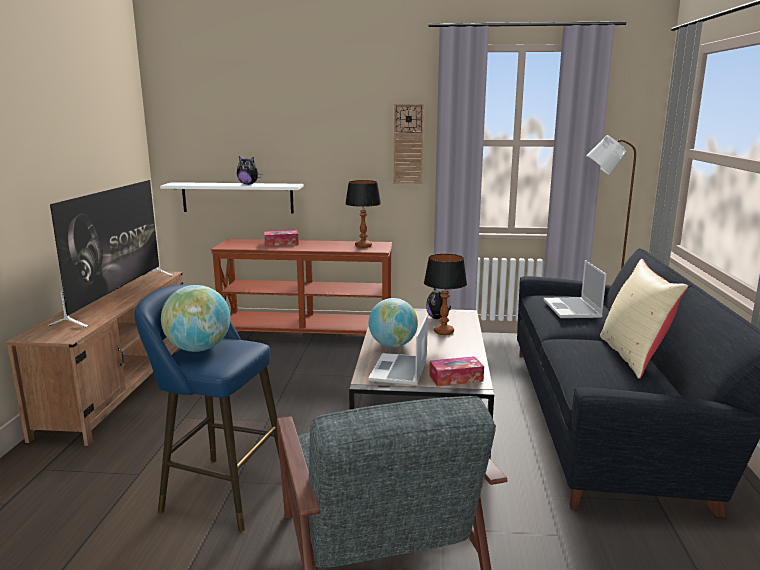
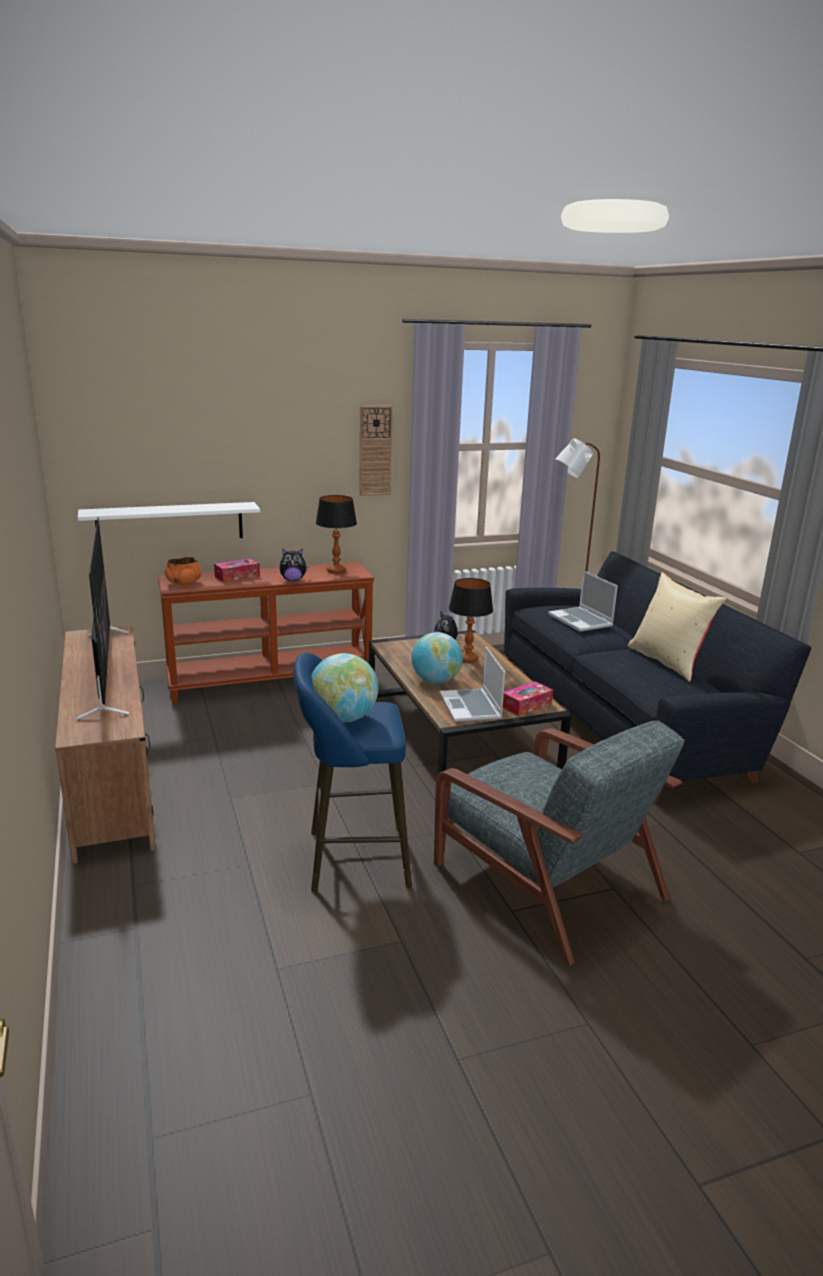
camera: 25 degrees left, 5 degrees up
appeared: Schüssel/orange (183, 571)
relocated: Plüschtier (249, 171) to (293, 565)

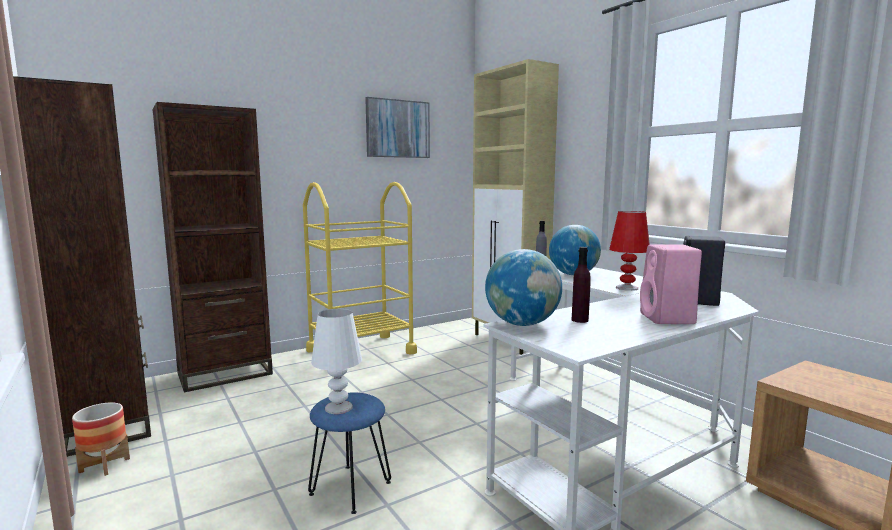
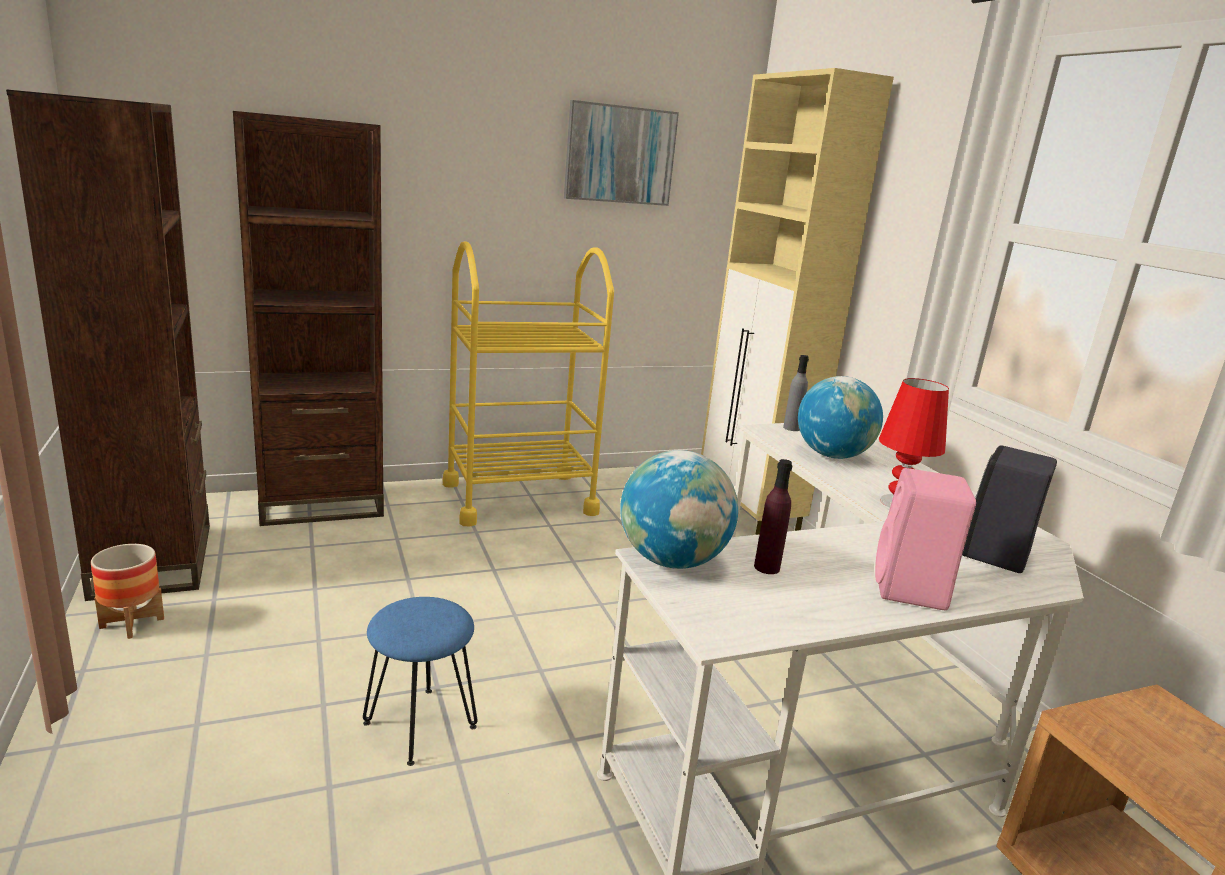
camera: 10 degrees right, 10 degrees up
missing: Tischlampe/weiß (336, 361)

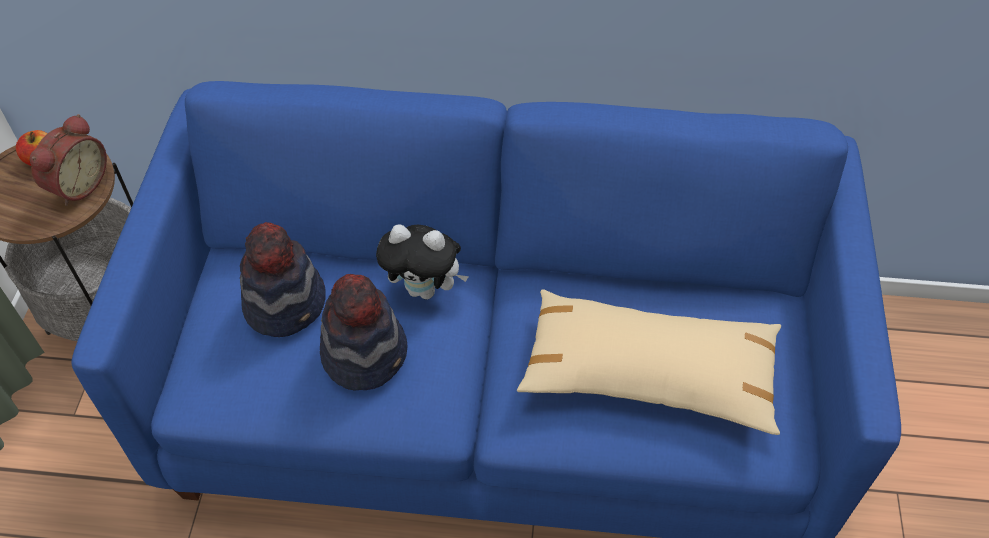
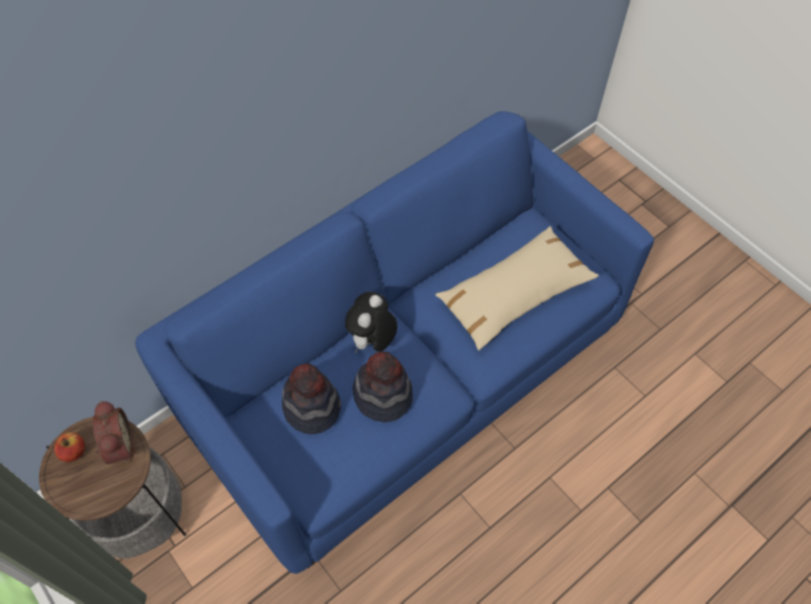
camera: 45 degrees left, 5 degrees up
spun: Plüschtier (422, 262) = (371, 322) 150 degrees clockwise

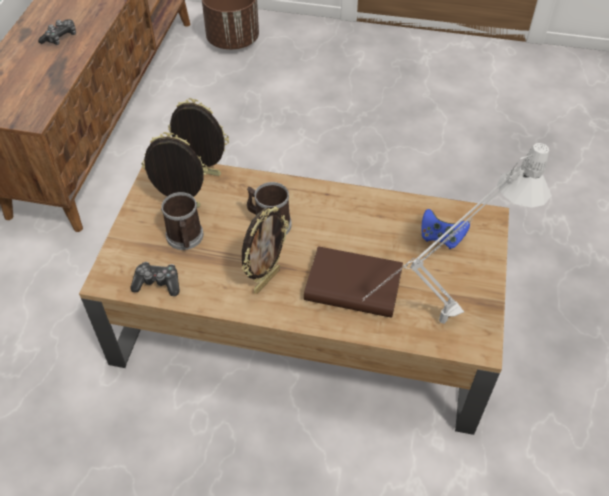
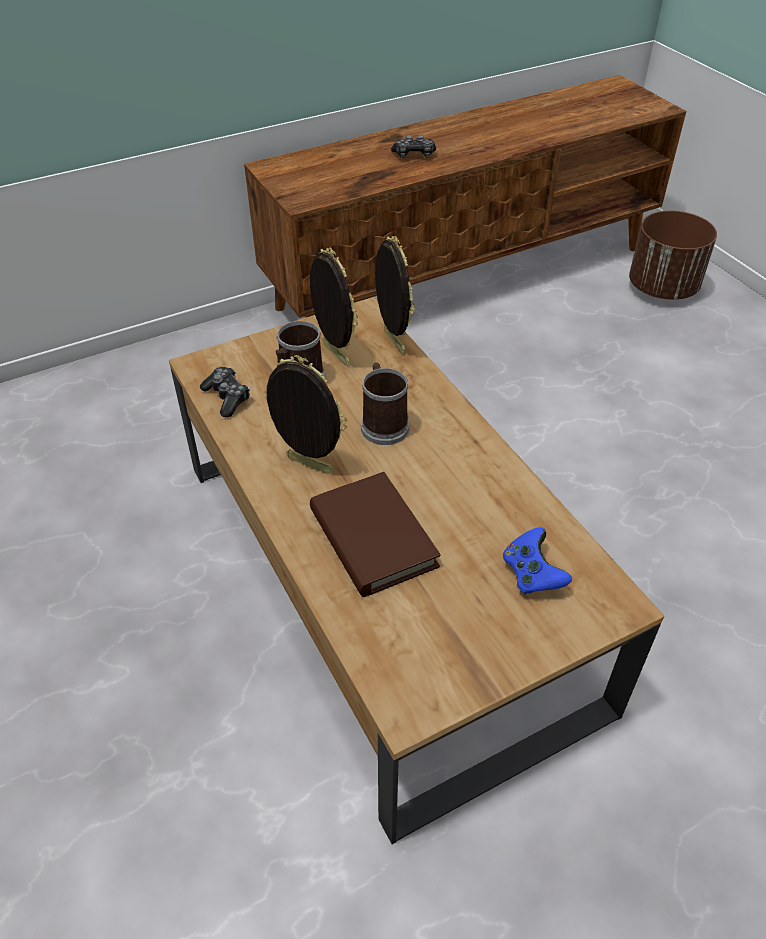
camera: 50 degrees right, 5 degrees down
missing: Tischlampe/grau (457, 233)
spun: Bilderrahmen (265, 250) = (305, 414) 150 degrees counterclockwise

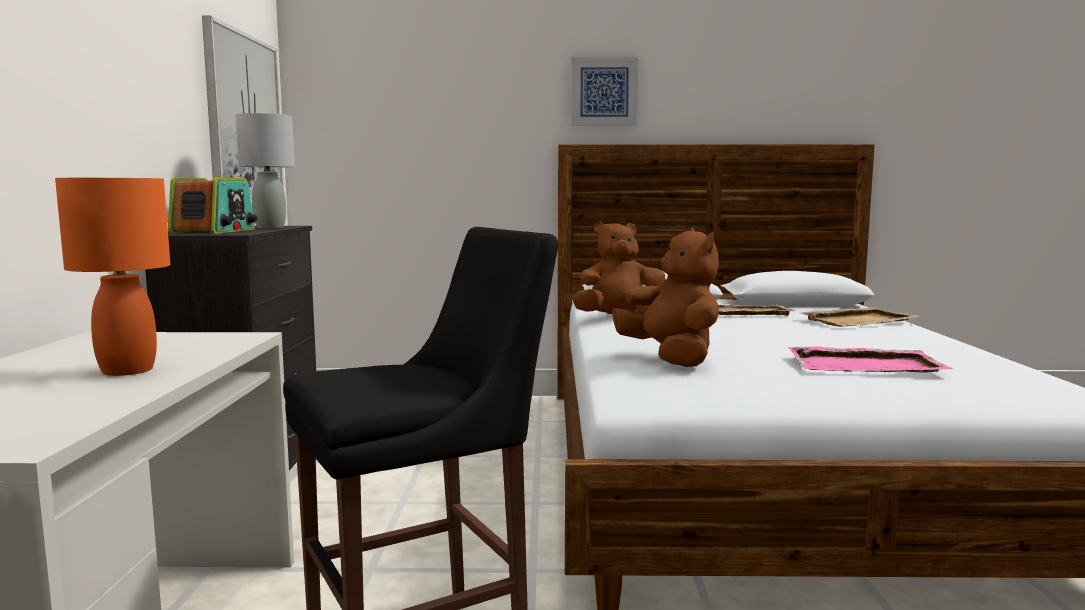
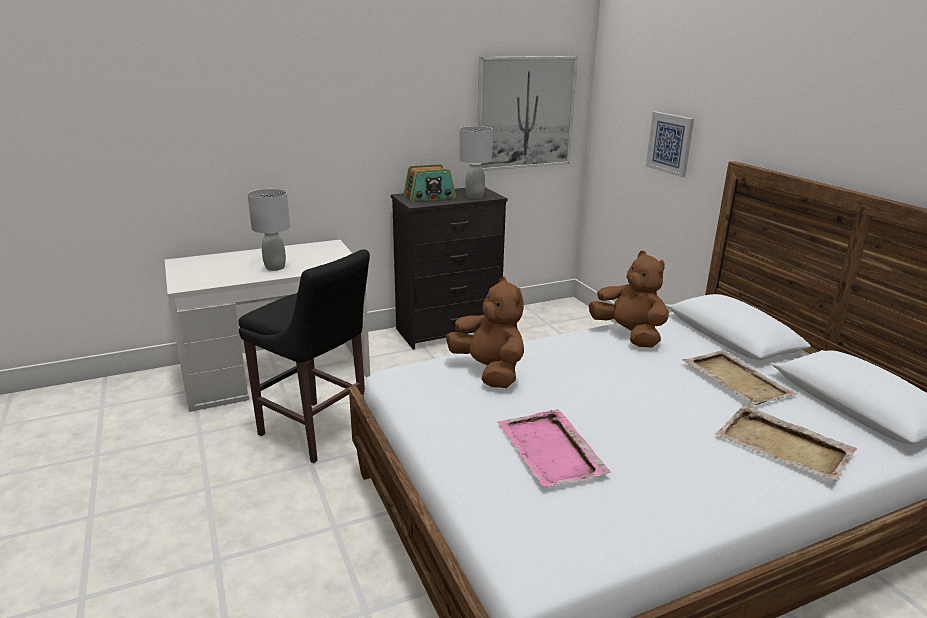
camera: 65 degrees right, 15 degrees up
relocated: Bild (604, 91) to (670, 144)
colour: Tischlampe/orange (112, 277) to Tischlampe/grau (269, 230)
spun: Plüschtier/braun (665, 297) = (485, 332) 75 degrees counterclockwise

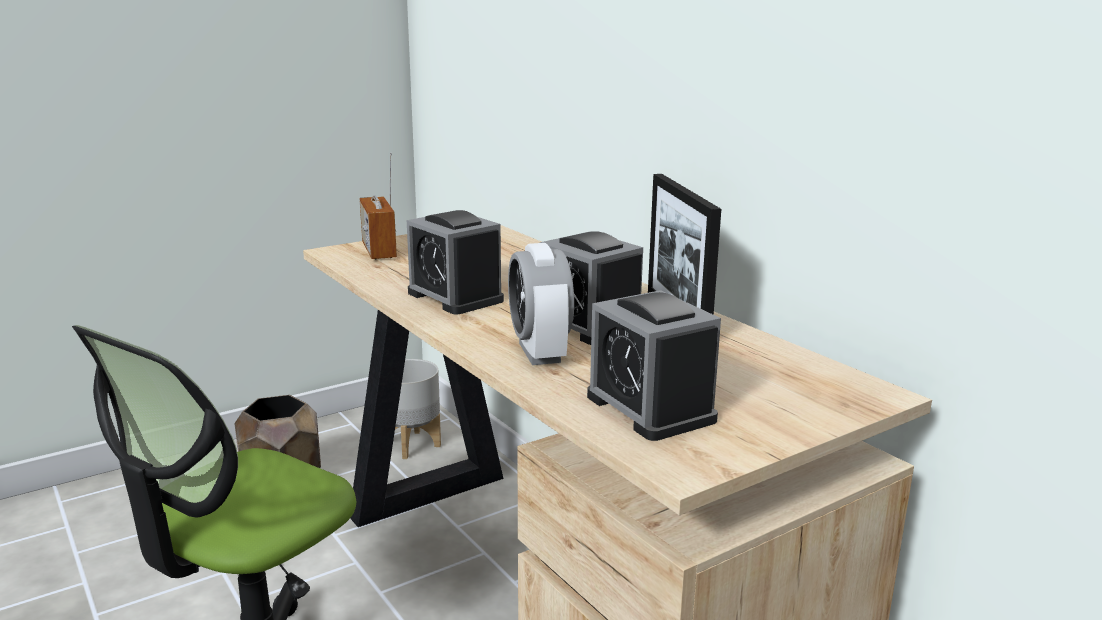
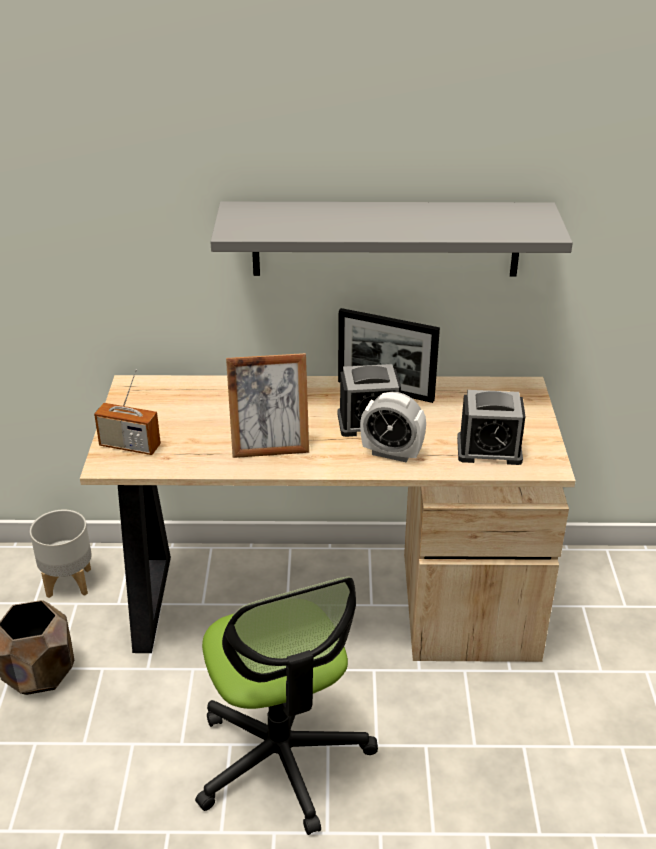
camera: 55 degrees left, 15 degrees up
appeared: Wandregal/grau (391, 239)
exchanged: Wecker (455, 262) to Bilderrahmen (267, 405)

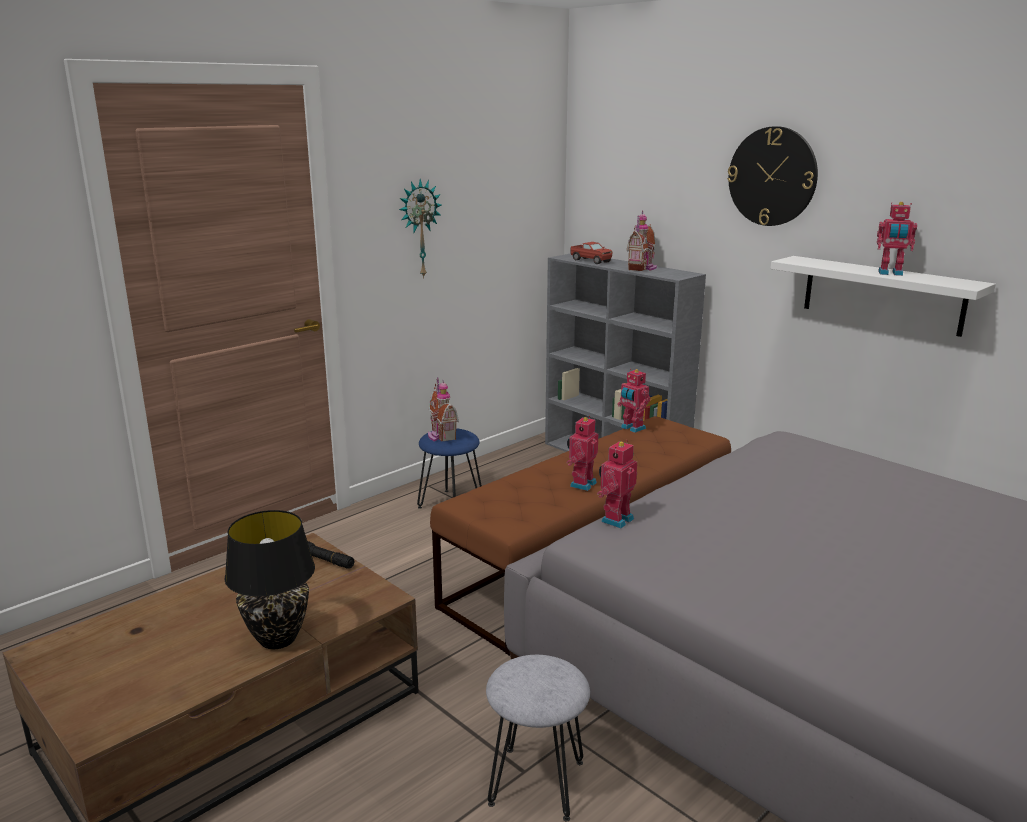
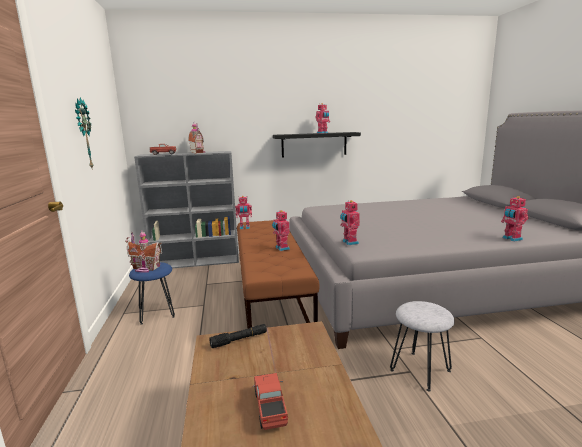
camera: 55 degrees left, 5 degrees down
missing: Wanduhr (772, 176); Tischlampe/schwarz (270, 579)
appeared: Spielzeugroboter (515, 219); Spielzeuglaster (270, 401)
colour: Wandregal/weiß (883, 296) to Wandregal/schwarz (317, 144)

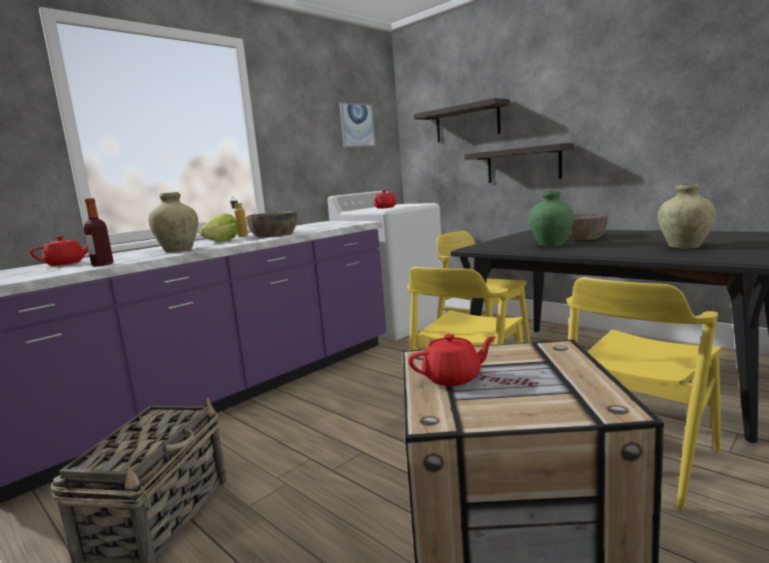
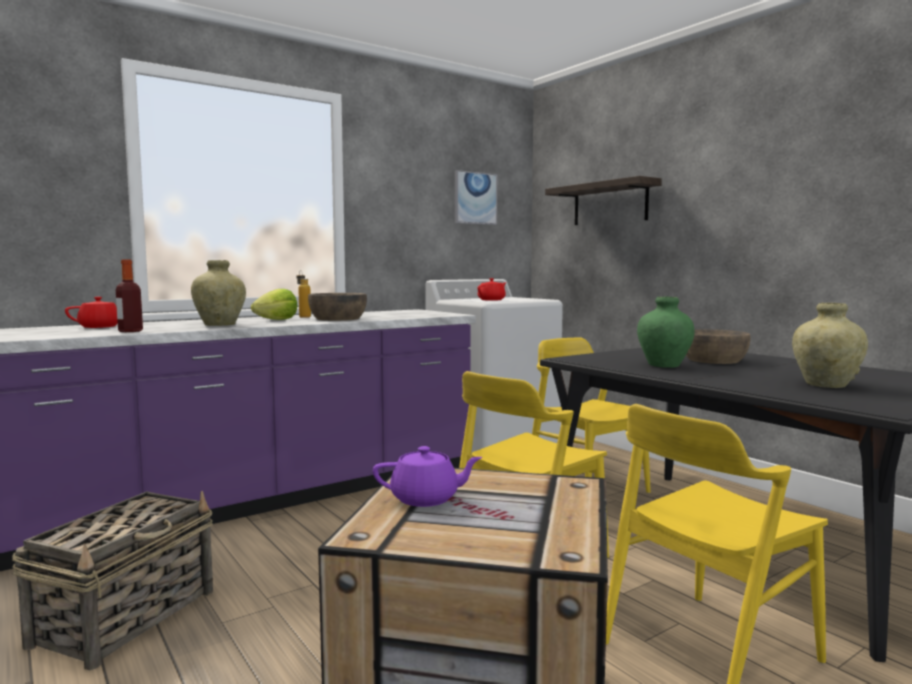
camera: 10 degrees right, 5 degrees down
missing: Wandregal (519, 163)
colour: Teekanne/rot (452, 360) to Teekanne/lila (427, 476)

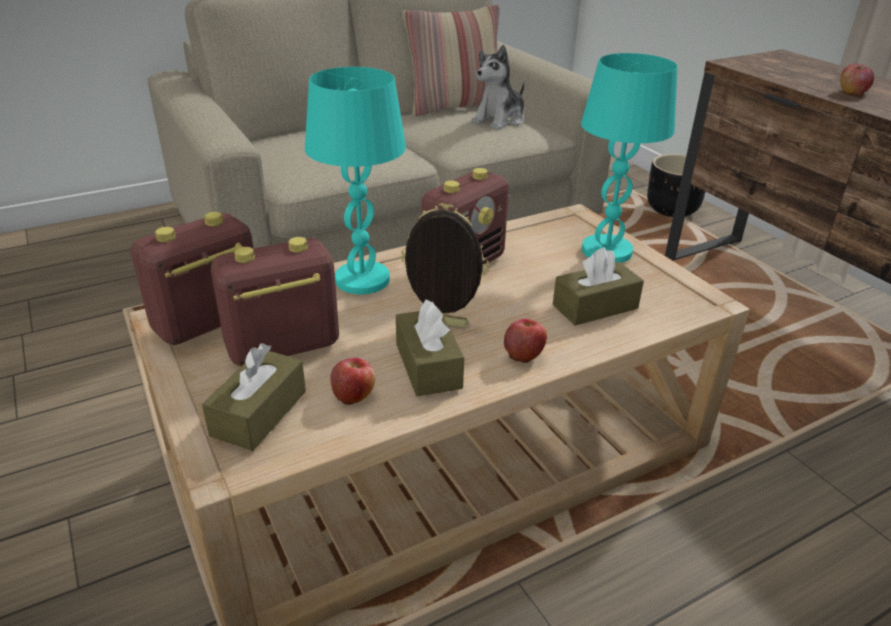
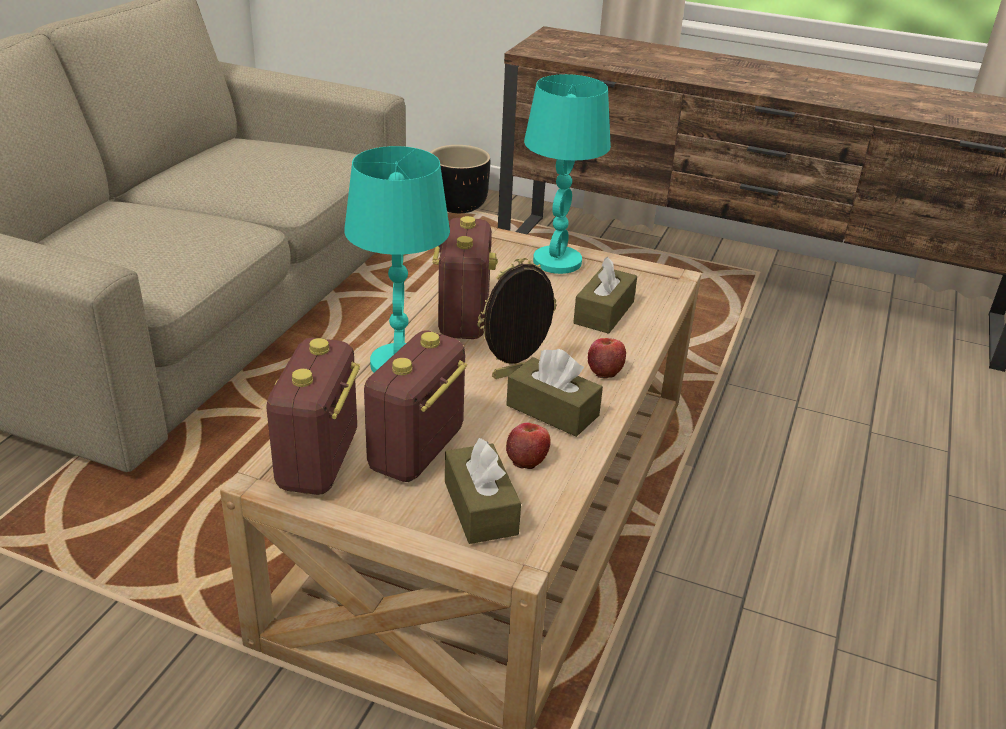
camera: 40 degrees left, 0 degrees up
missing: Kissen (450, 60); Plüschtier (498, 87); Apfel (857, 79)

